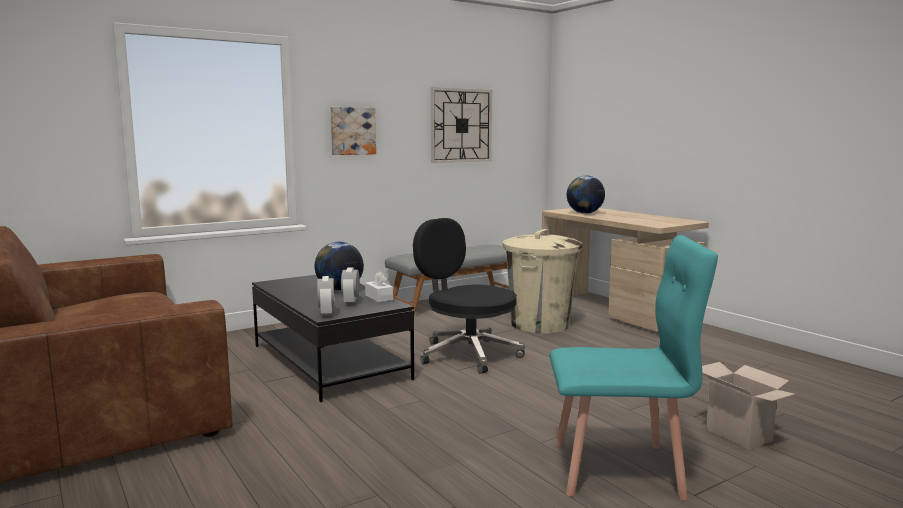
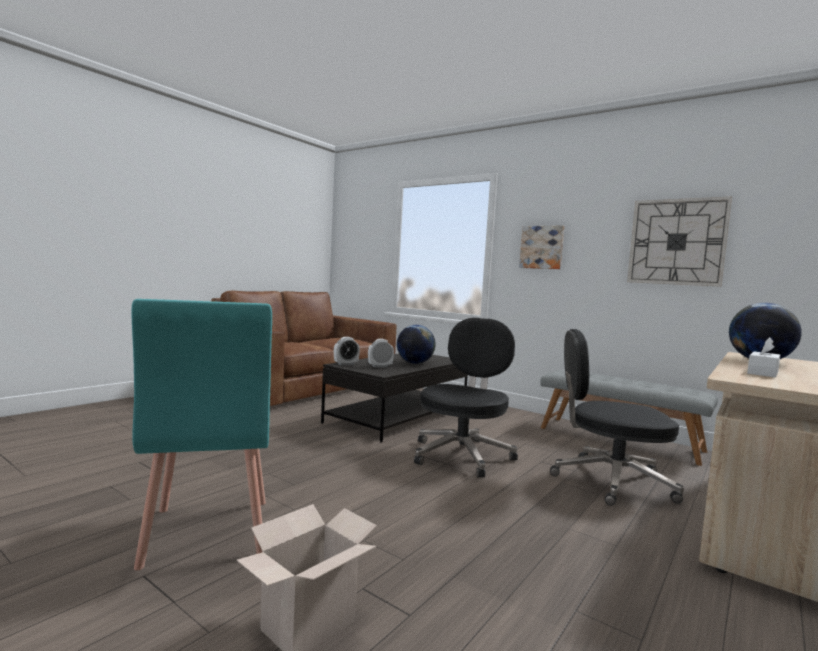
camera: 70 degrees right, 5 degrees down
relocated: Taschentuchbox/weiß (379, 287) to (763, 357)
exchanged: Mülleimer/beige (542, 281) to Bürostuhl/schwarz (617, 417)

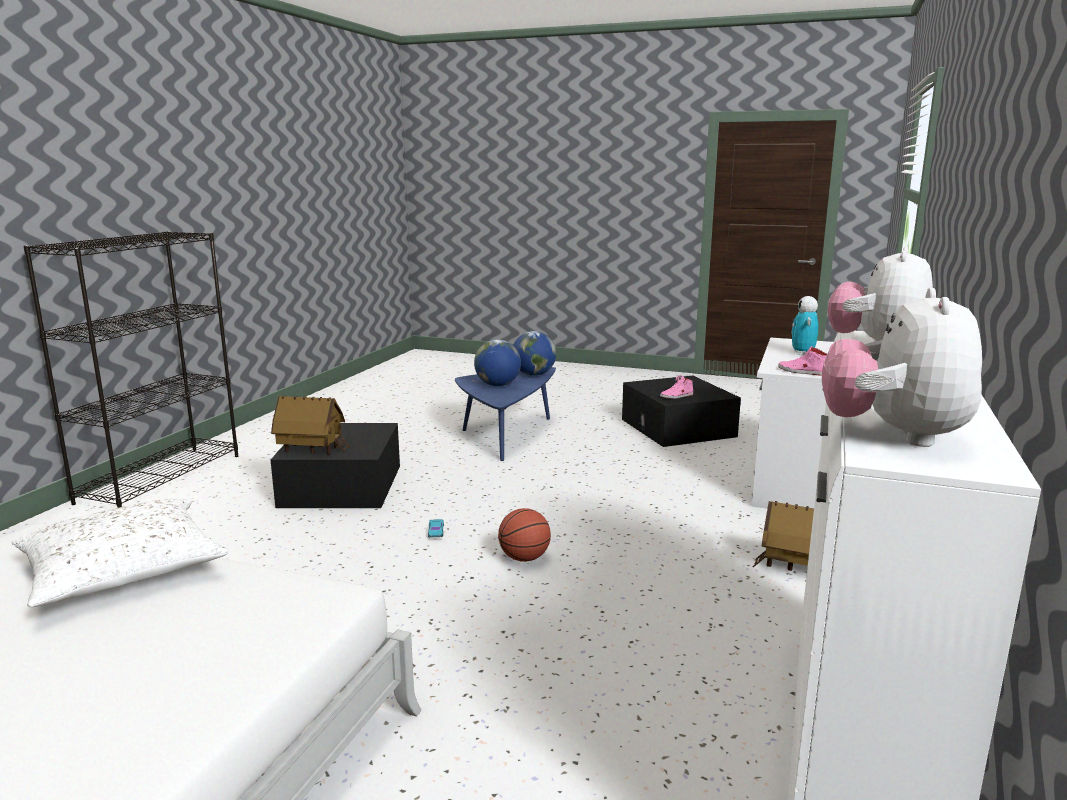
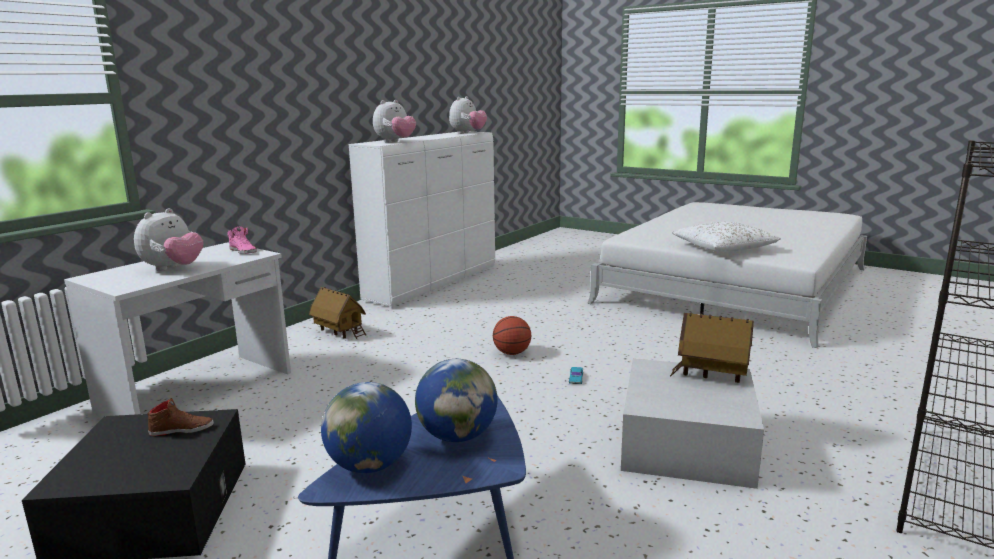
camera: 165 degrees left, 0 degrees up
exchanged: Spielzeugroboter (804, 325) to Plüschtier (168, 239)
colour: Schuh/rosa (676, 387) to Schuh/braun (181, 417); Aufbewahrungsbox/schwarz (335, 465) to Aufbewahrungsbox/weiß (692, 424)

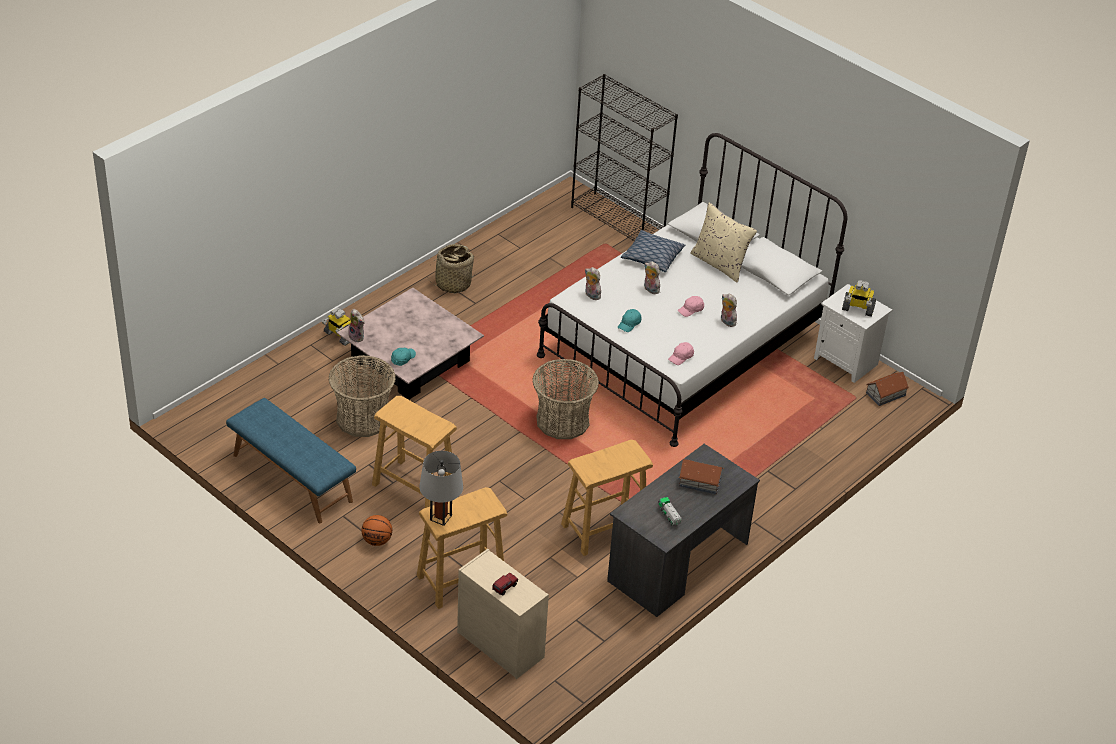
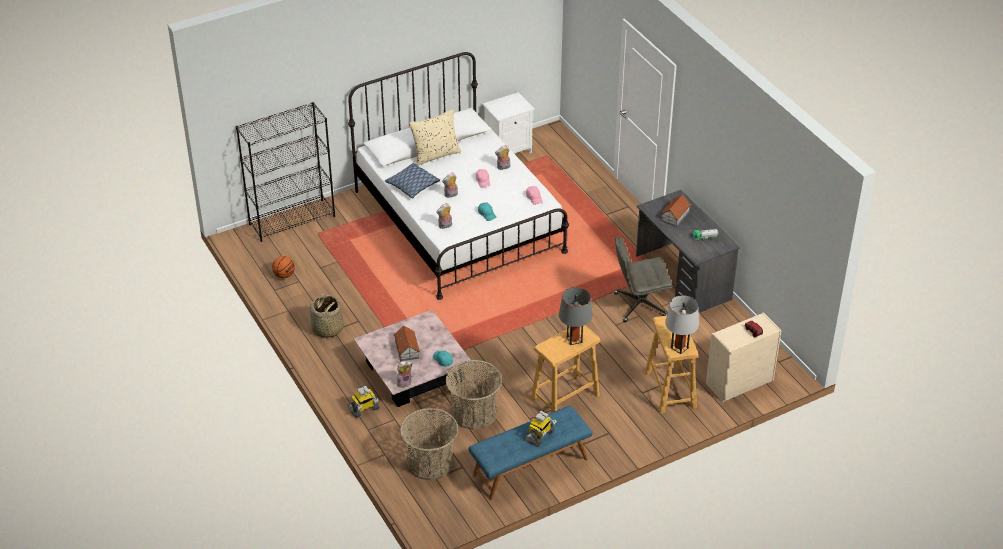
camera: 70 degrees left, 0 degrees up
appeared: Tischlampe/grau (575, 316)
relocated: Spielzeugroboter (859, 298) to (540, 429); Korb (565, 399) to (429, 444); Spielzeughaus (887, 389) to (407, 343); Basketball (377, 530) to (283, 267)
exchanged: Hocker/beige (607, 498) to Bürostuhl/grau (643, 279)

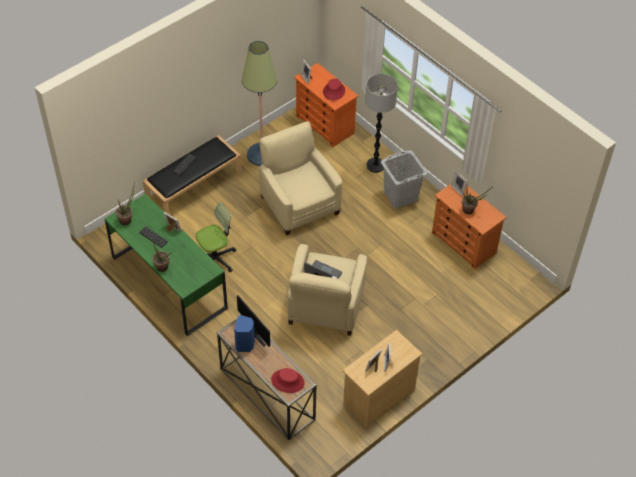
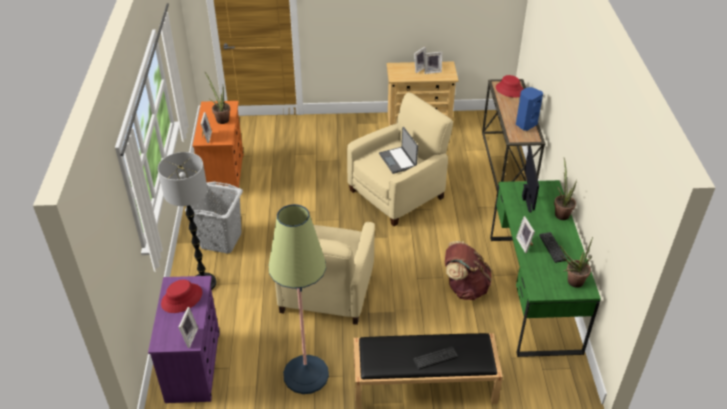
camera: 140 degrees left, 10 degrees down
relocated: Monitor (253, 321) to (530, 179)
exchanged: Bürostuhl (216, 237) to Rucksack/braun (468, 270)
colour: Kommode/orange (326, 105) to Kommode/lila (184, 339)

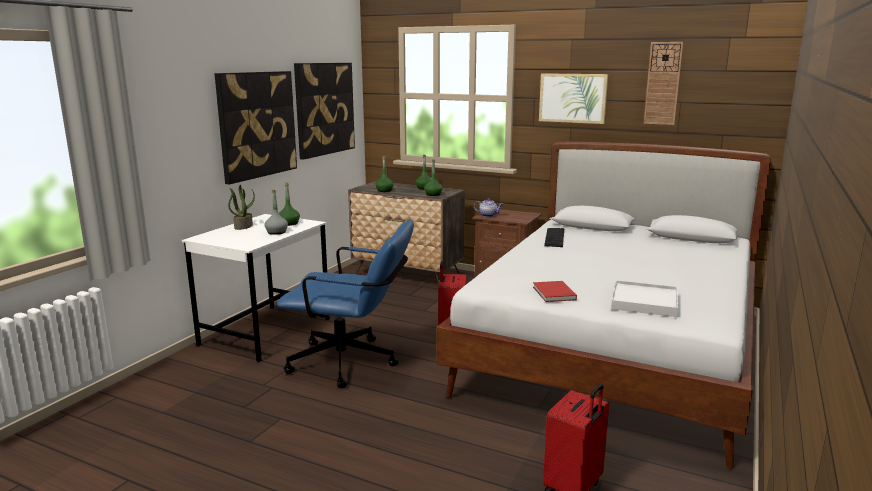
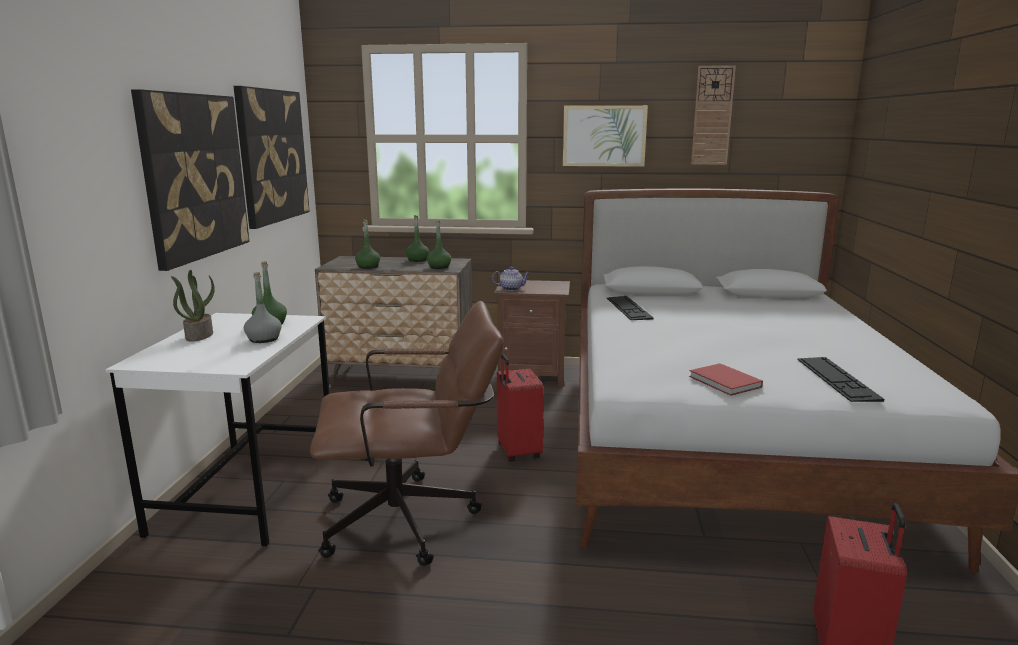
camera: 20 degrees left, 0 degrees up
exchanged: Tablett/weiß (644, 298) to Tastatur (840, 379)
colour: Bürostuhl/blau (345, 304) to Bürostuhl/braun (407, 433)

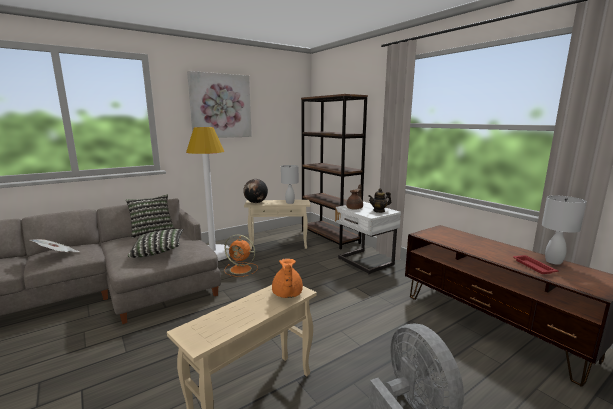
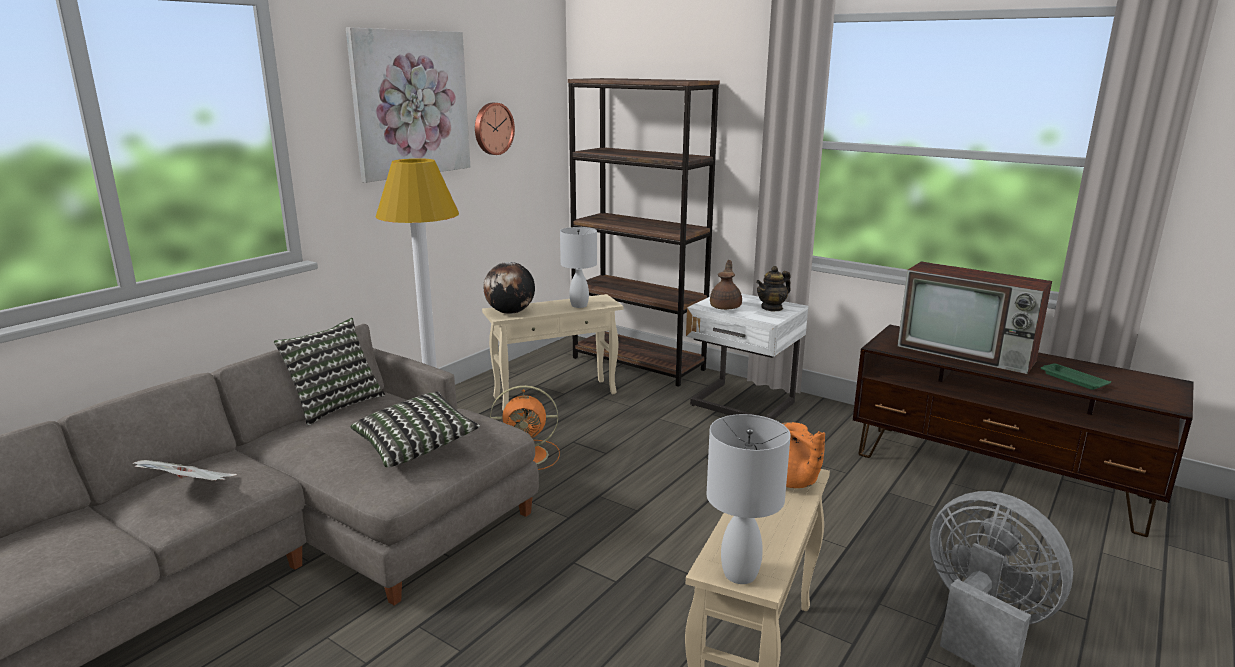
camera: 20 degrees left, 5 degrees up
appeared: Wanduhr (495, 129); Fernseher (974, 318)
relocated: Tischlampe/weiß (564, 230) to (749, 499)
colour: Tablett/rot (536, 264) to Tablett/grün (1076, 376)

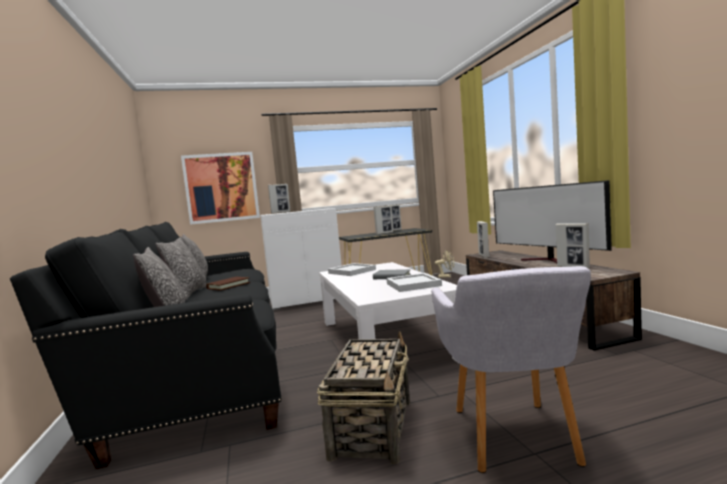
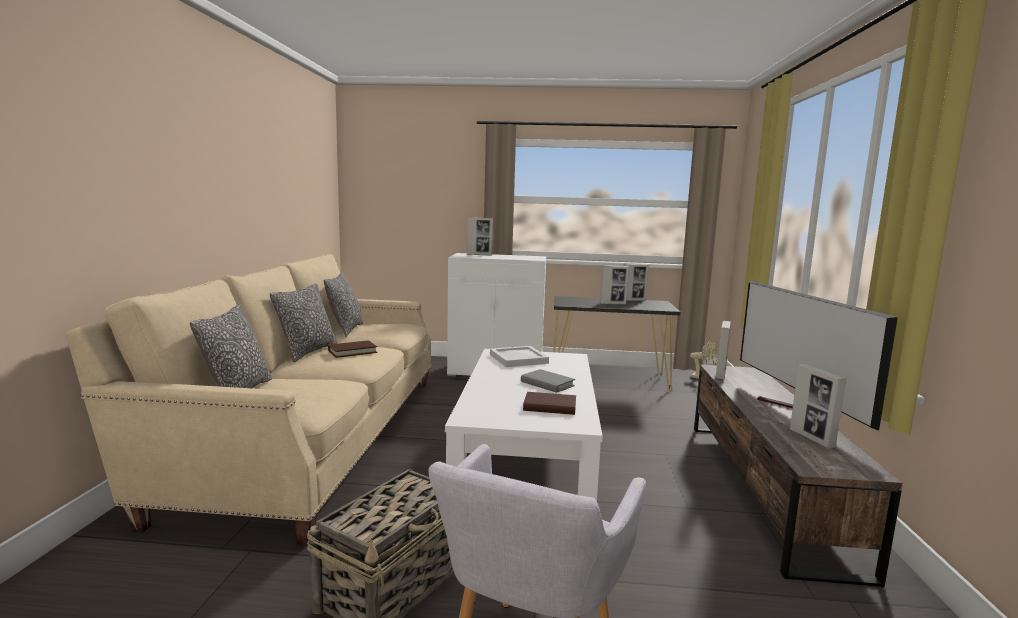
camera: 20 degrees right, 5 degrees up
missing: Bild (220, 188)
exchanged: Tablett/weiß (414, 282) to Buch/braun (549, 403)
colour: Sofa/schwarz (146, 345) to Sofa/beige (249, 399)

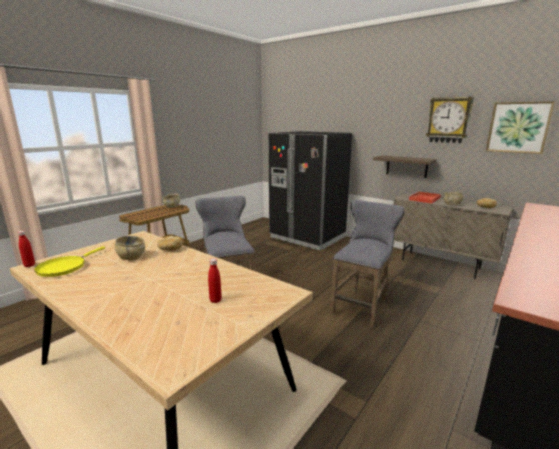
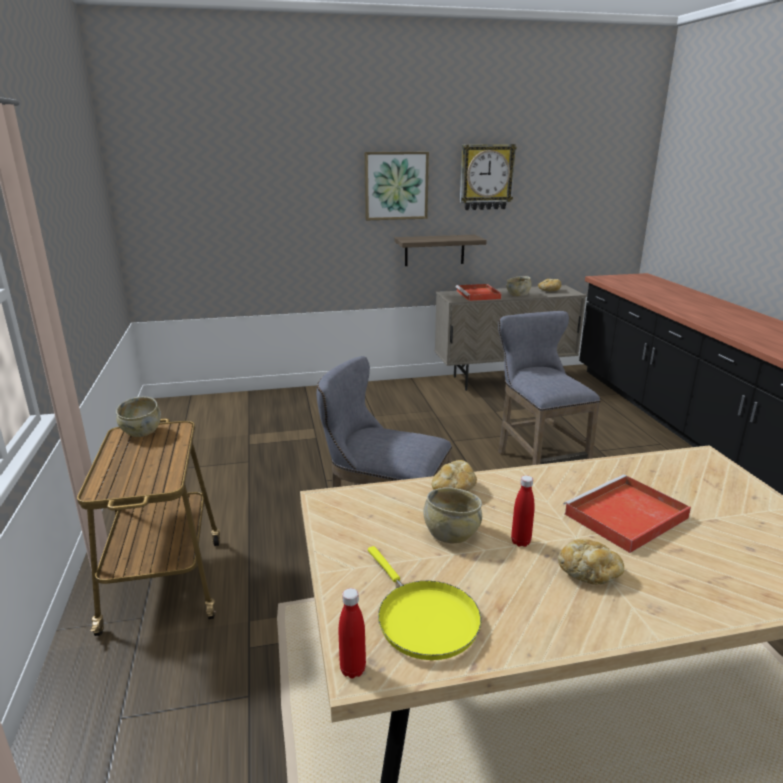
camera: 50 degrees left, 5 degrees up
missing: Kühlschrank/schwarz (310, 190)
appeared: Tablett/rot (627, 513); Brot (591, 562)
relocated: Bild (520, 127) to (396, 186); Flasche/rot (215, 280) to (523, 511)

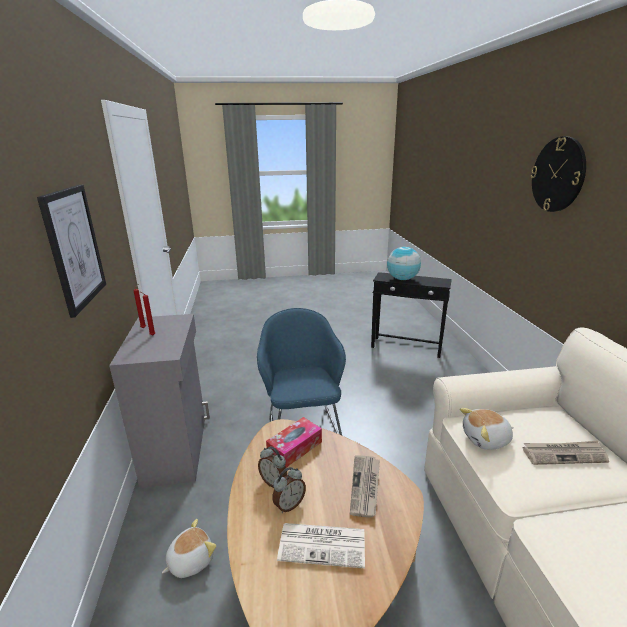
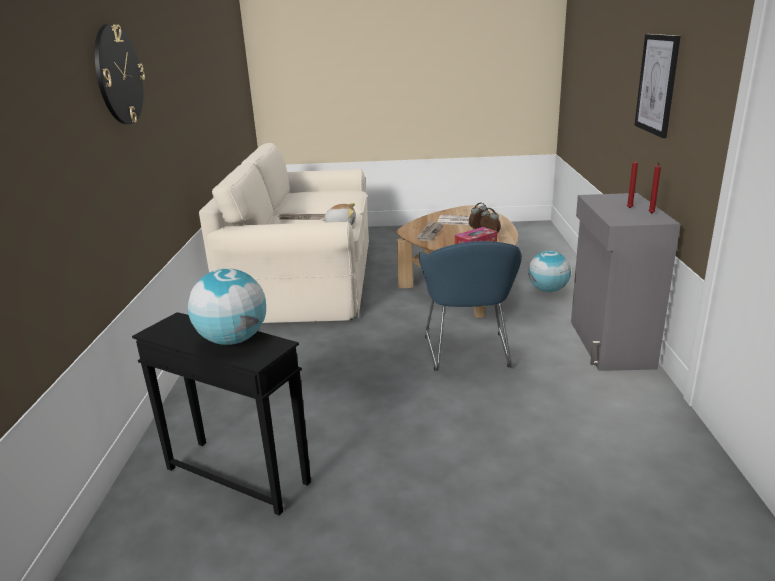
camera: 170 degrees left, 0 degrees up
exchanged: Plüschtier (189, 548) to Globus (549, 271)

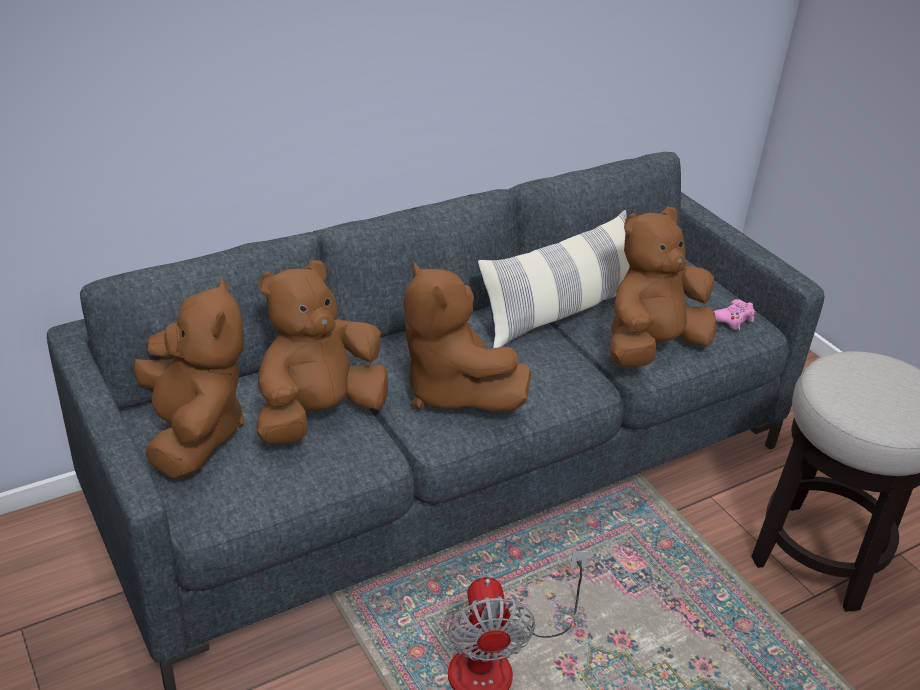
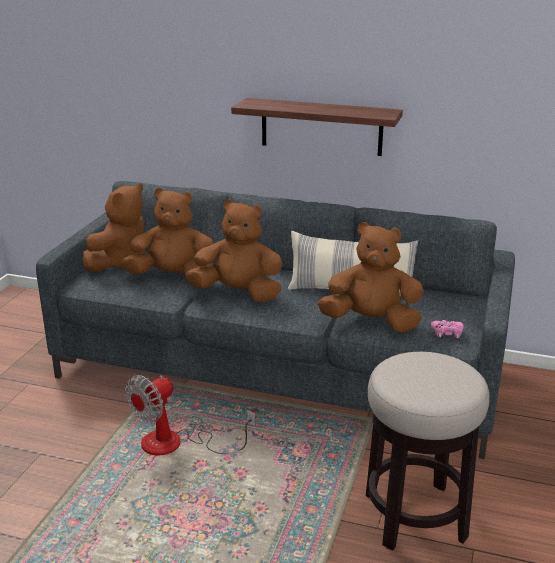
camera: 50 degrees right, 10 degrees down
appeared: Wandregal (317, 127)
spun: Plüschtier/braun (467, 336) = (234, 250) 90 degrees clockwise

